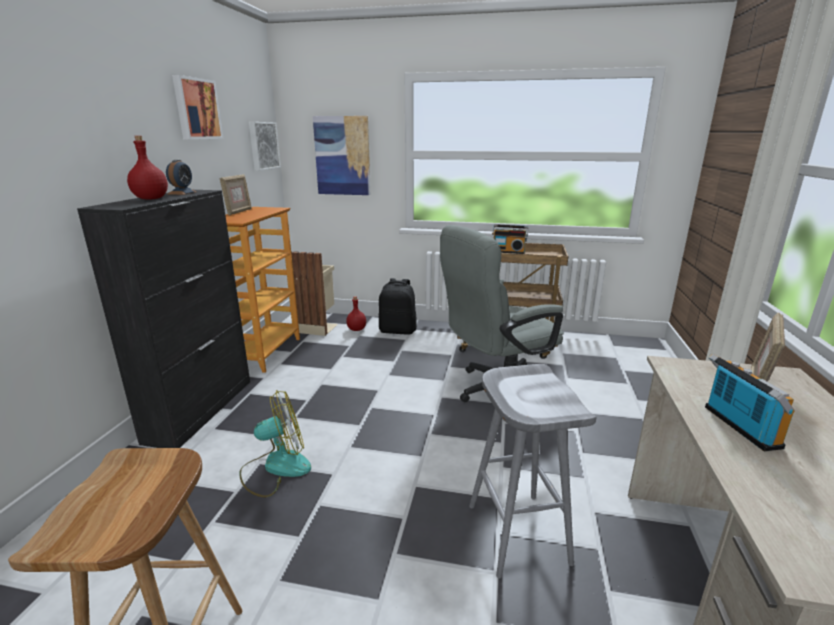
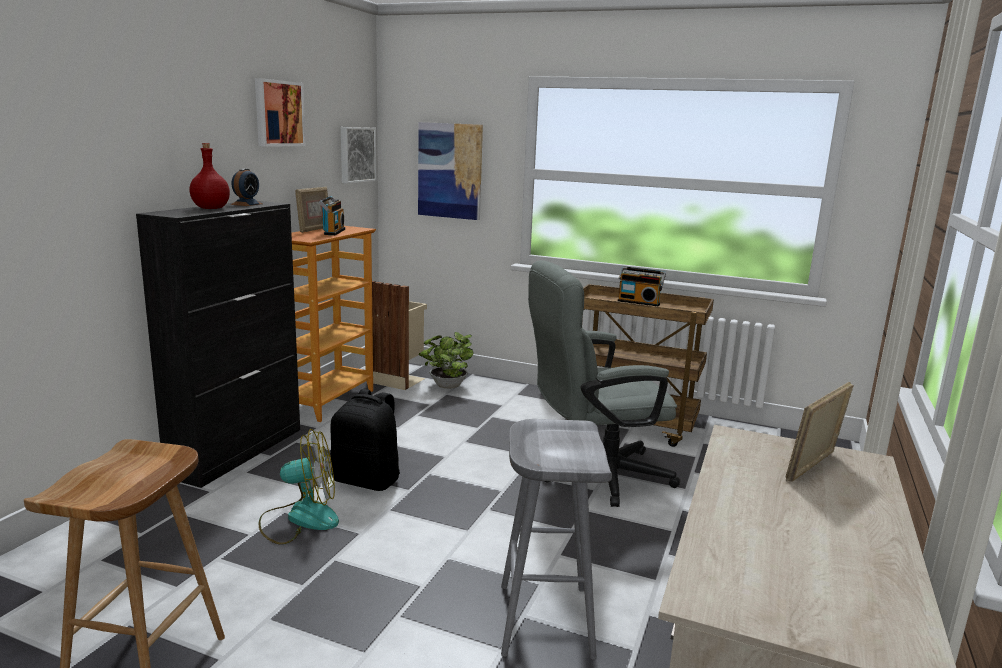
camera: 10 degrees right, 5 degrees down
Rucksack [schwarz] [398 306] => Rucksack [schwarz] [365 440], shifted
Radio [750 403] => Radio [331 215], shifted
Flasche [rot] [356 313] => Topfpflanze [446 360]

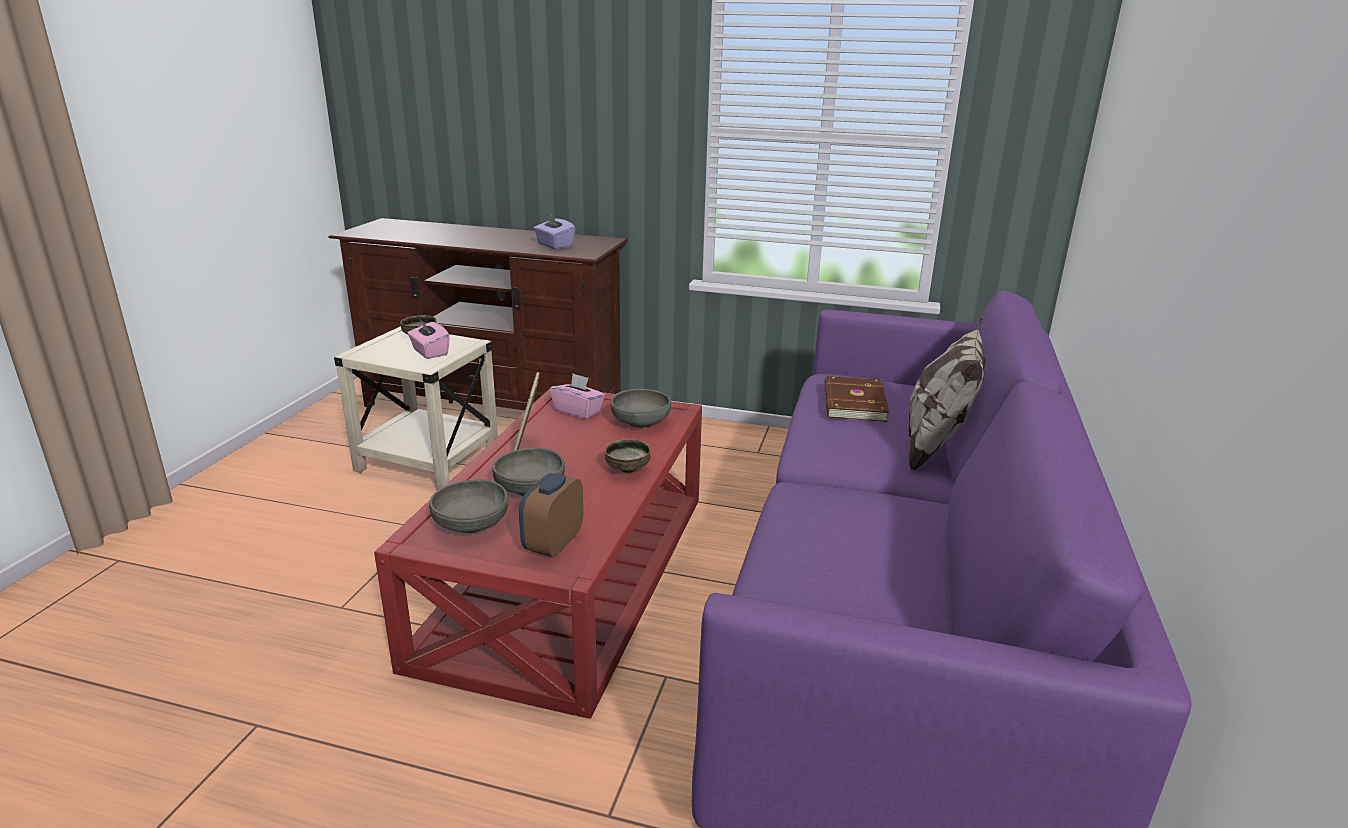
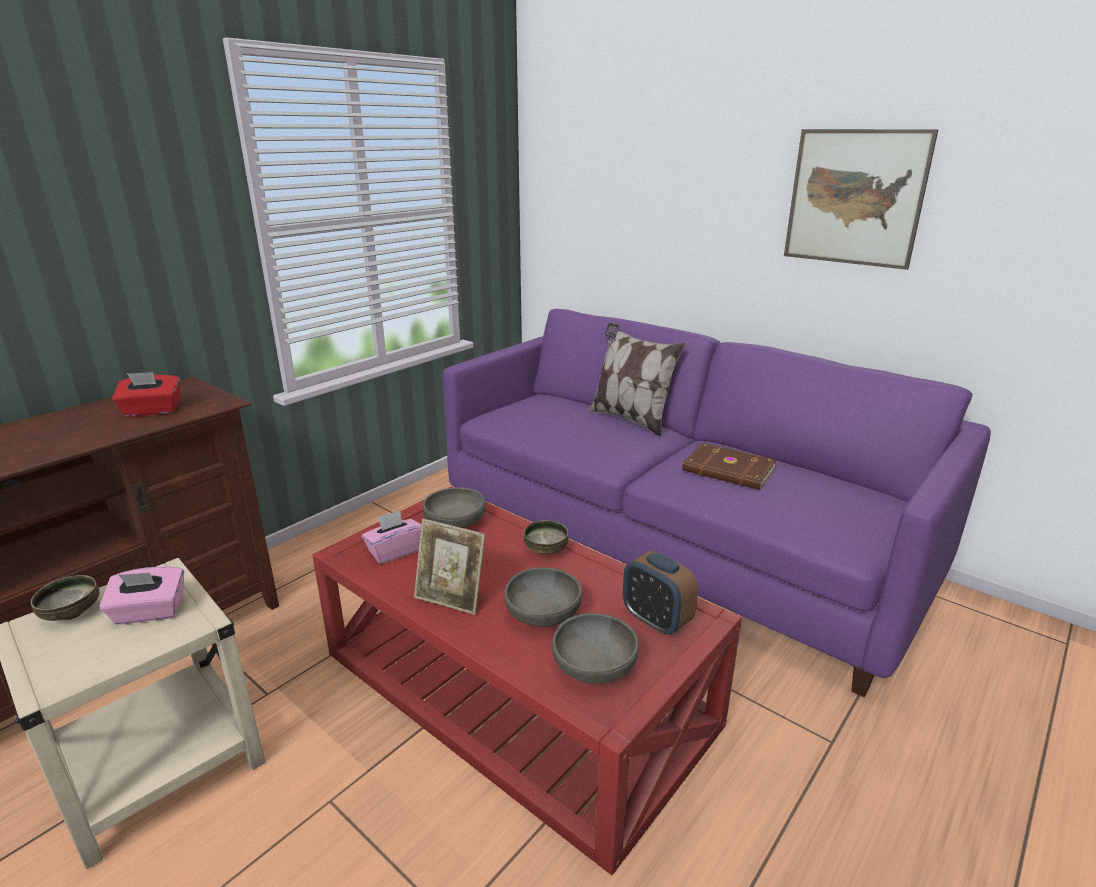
camera: 65 degrees left, 0 degrees up
nothing => Bild [861 199]
Buch [braun] [856 399] => Buch [braun] [729 466], shifted
Taschentuchbox [lila] [554 231] => Taschentuchbox [rot] [146 394]

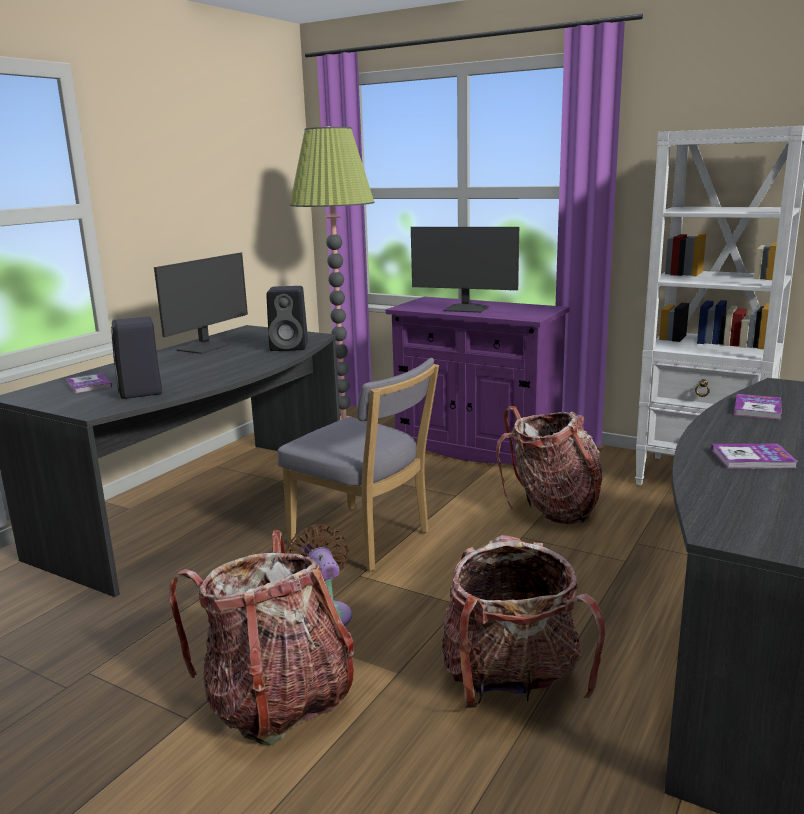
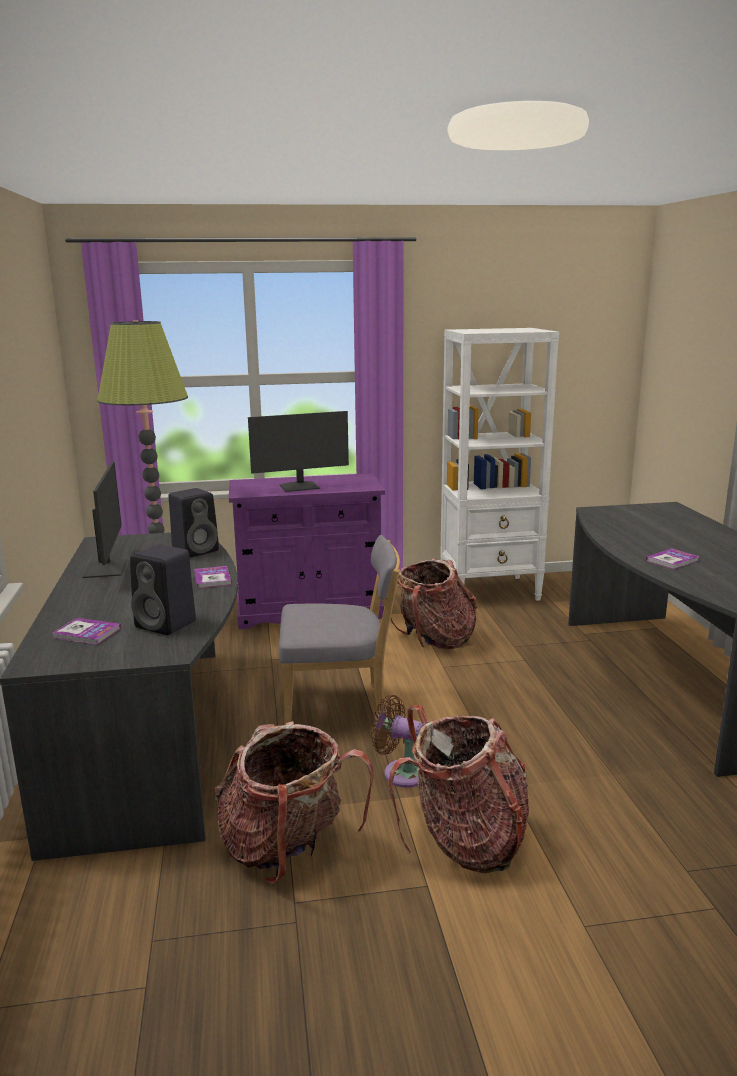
camera: 40 degrees left, 0 degrees up
Rucksack [523 621] => Rucksack [294 803], shifted
Buch [758 407] => Buch [212 577], shifted

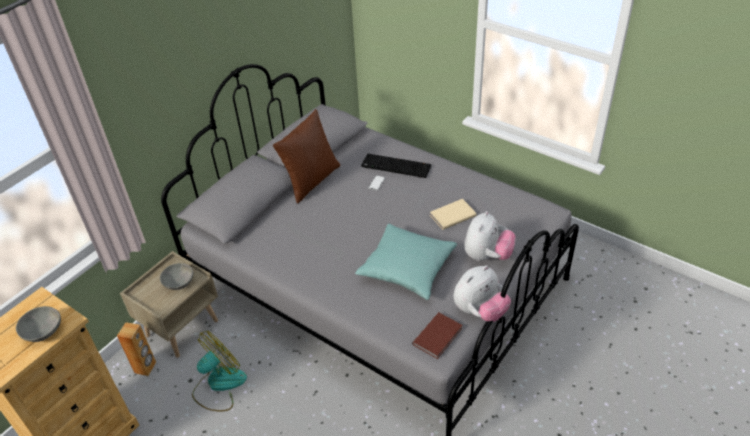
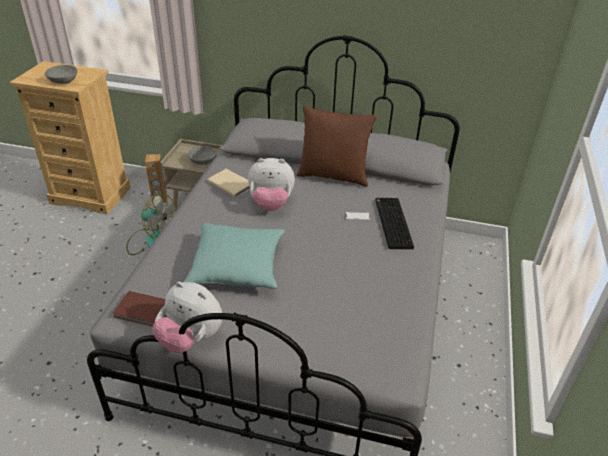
camera: 65 degrees right, 5 degrees down
Buch [beige] [453 214] => Buch [beige] [228 183], shifted
Plüschtier [490 236] => Plüschtier [271 184], shifted

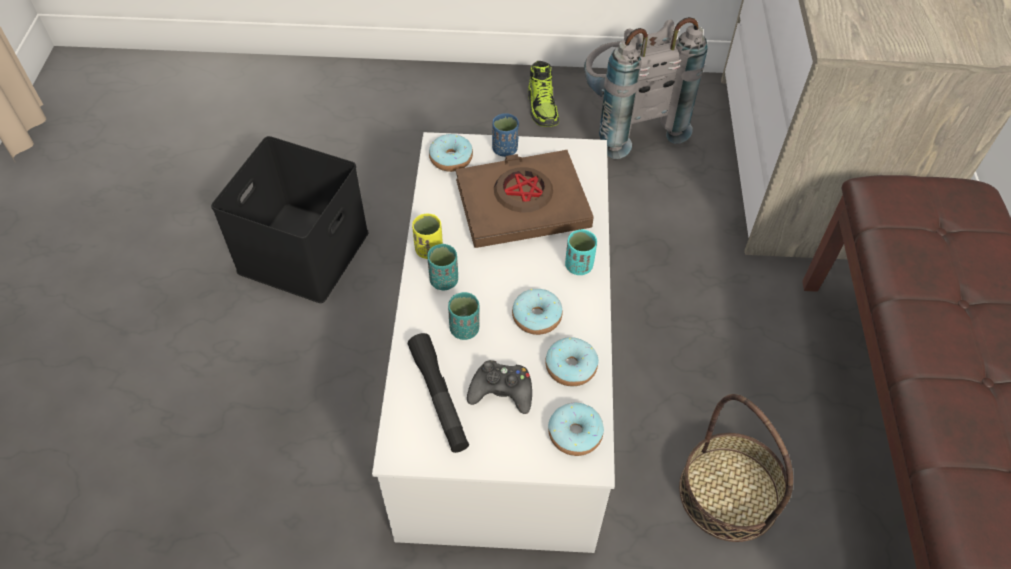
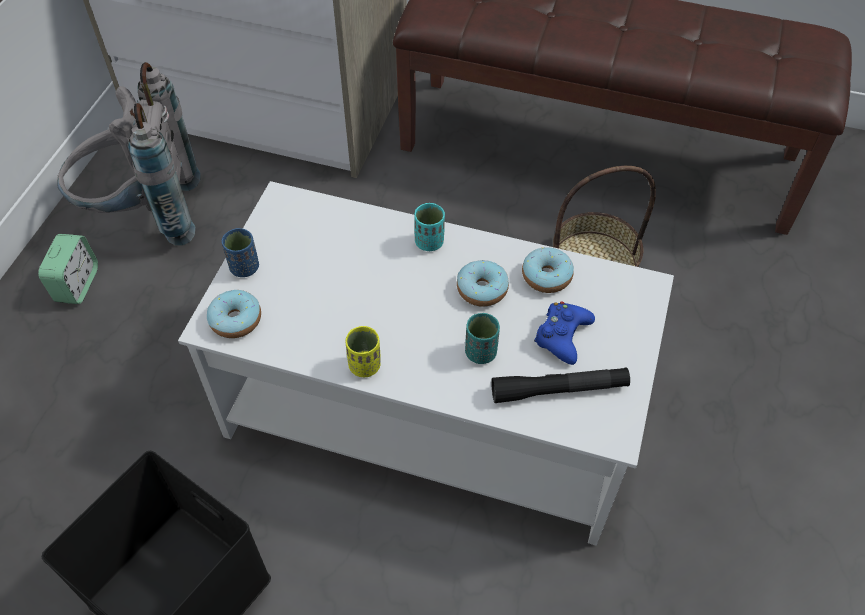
camera: 75 degrees left, 0 degrees up
Tasse [türkis] [442 267] => nothing
Buch [braun] [525 199] => nothing
Donut [576 429] => nothing
Schuh [543 94] => Wecker [68 269]
Gamepad [schwarz] [499 387] => Gamepad [blau] [564 333]

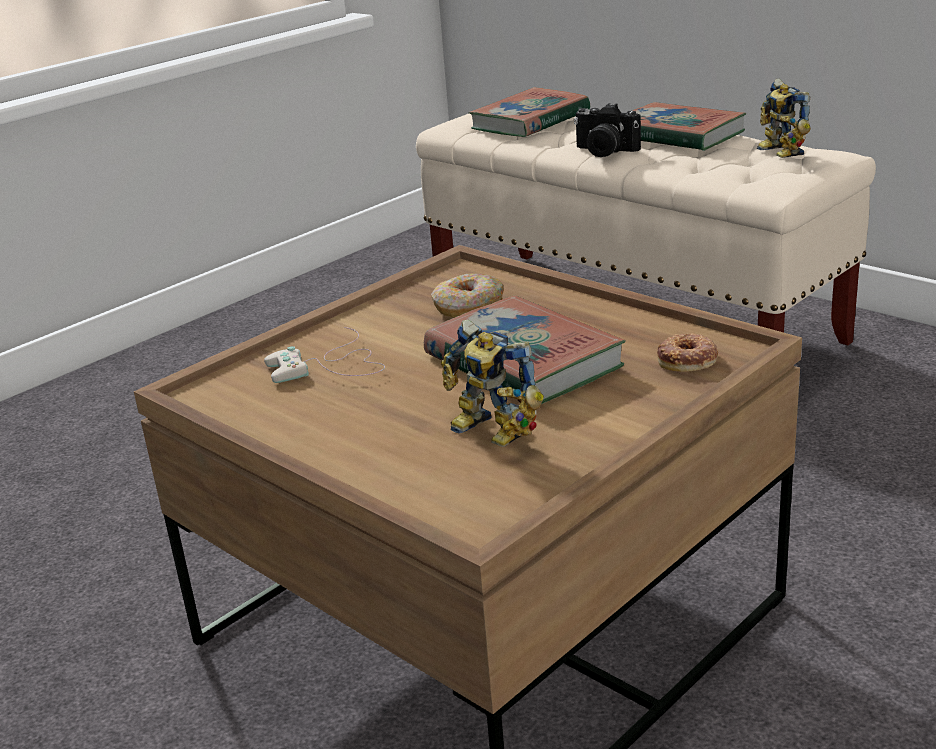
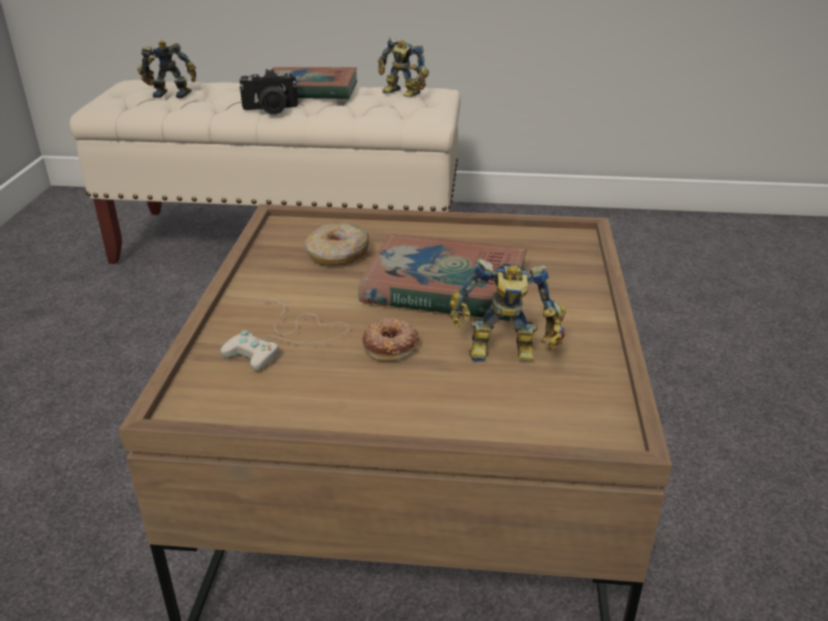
camera: 40 degrees left, 5 degrees up
Donut [687 352] => Donut [391 340], shifted
Buch [529 112] => Spielzeugroboter [166 69]

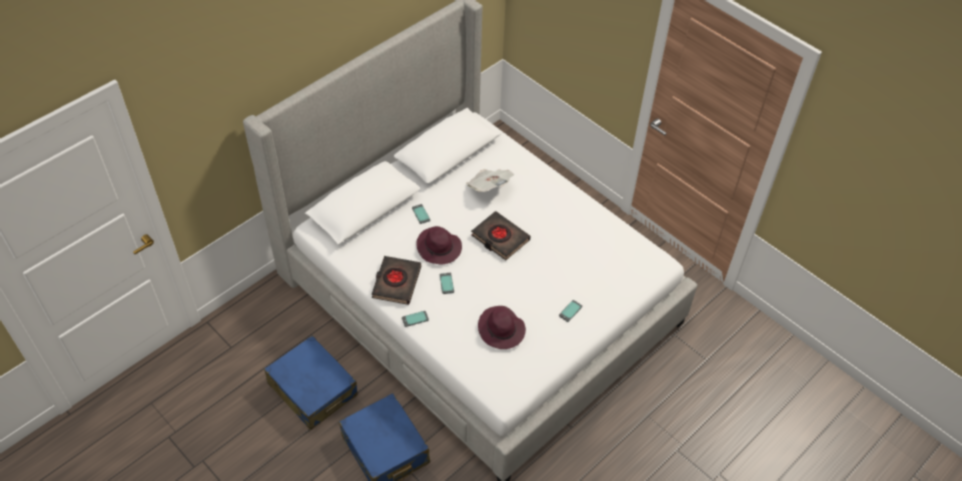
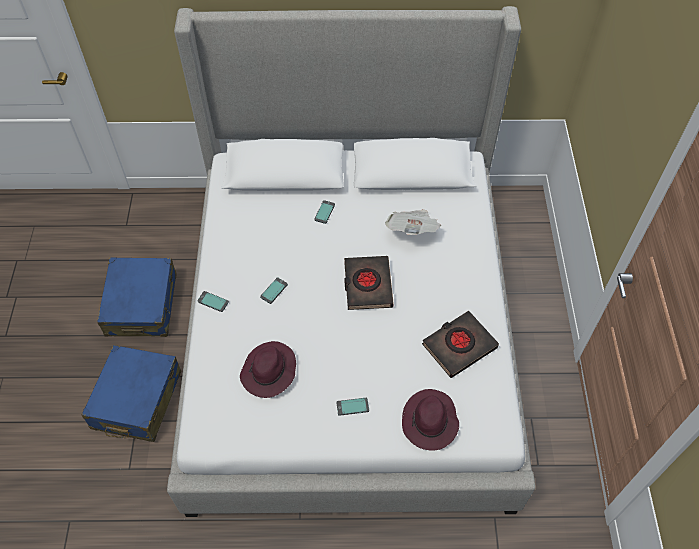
camera: 45 degrees right, 5 degrees up
Buch [schwarz] [396 280] => Buch [schwarz] [460 344], shifted
Hut [lila] [439 245] => Hut [lila] [430 420], shifted

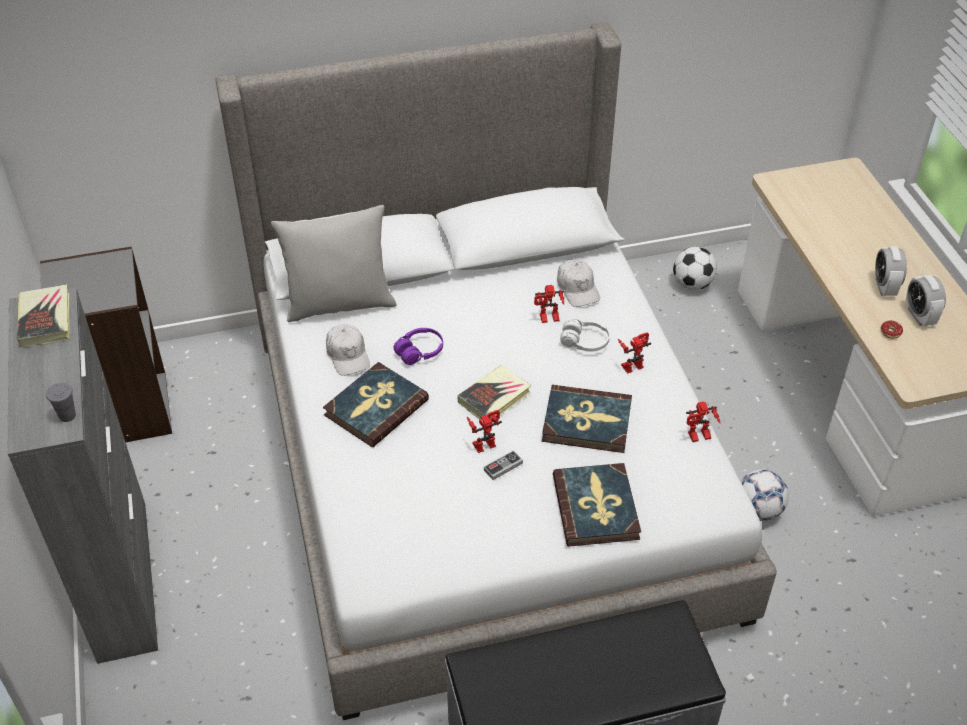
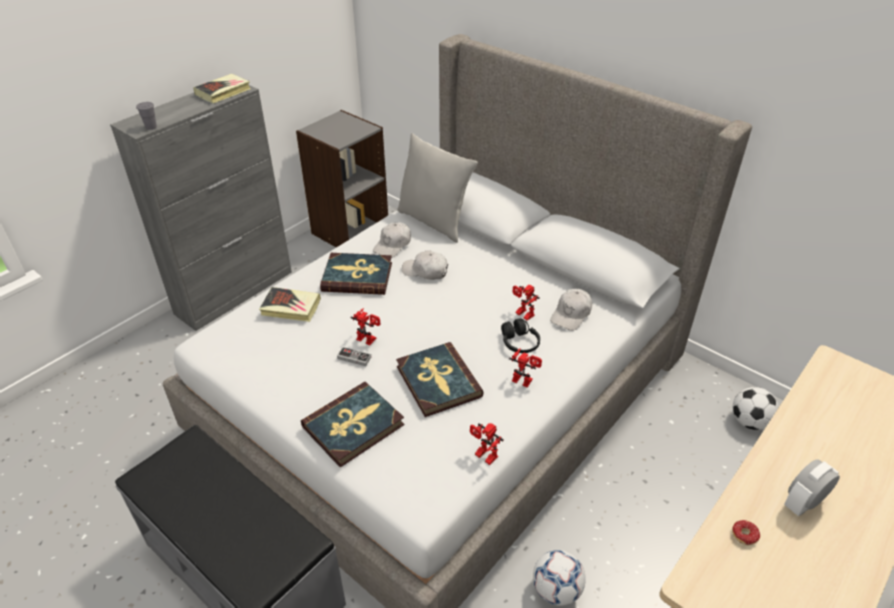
camera: 55 degrees right, 5 degrees down
Wecker [926 300] => nothing
Buch [494 393] => Buch [290 304], shifted
Kopfhörer [lila] [418 346] => Kappe [weiß] [425 265]
Kopfhörer [weiß] [585 335] => Kopfhörer [schwarz] [520 335]

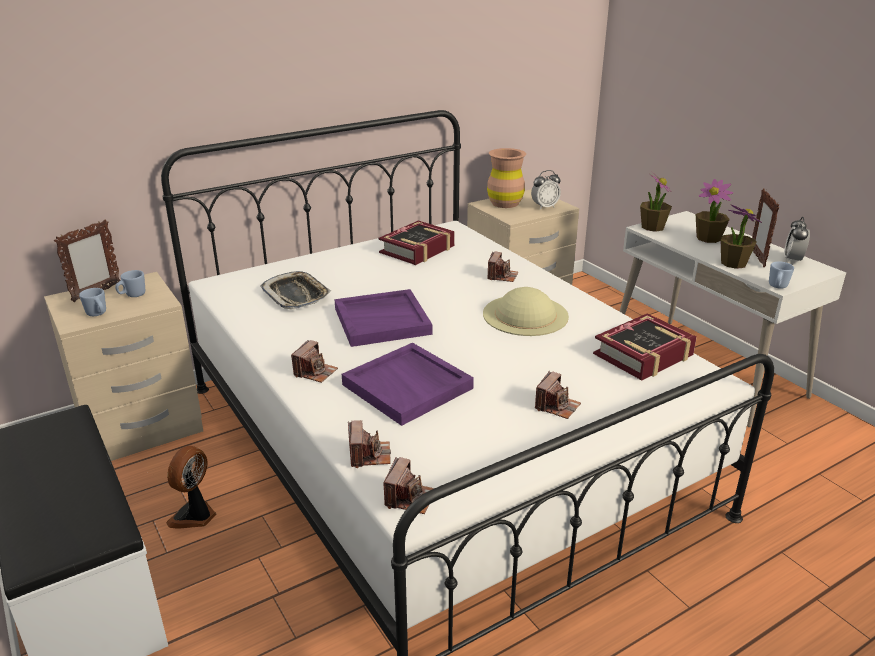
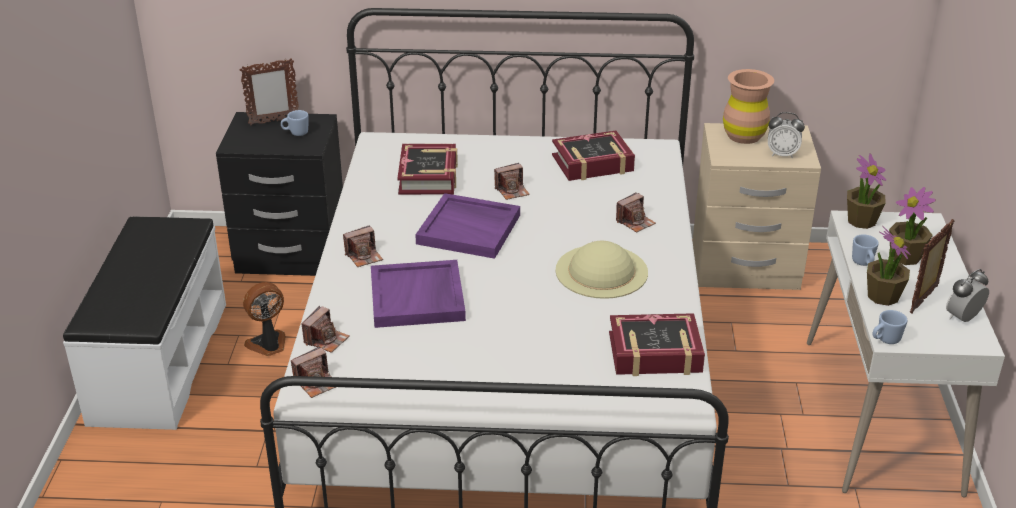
camera: 35 degrees right, 5 degrees up
Henkelbecher [blau] [92 302] => Henkelbecher [blau] [865 250], shifted
Kamera [558 395] => Kamera [512 181], shifted
Tablett [296 290] => Buch [427 169]
Nachttisch [beige] [123 366] => Nachttisch [schwarz] [279 194]

